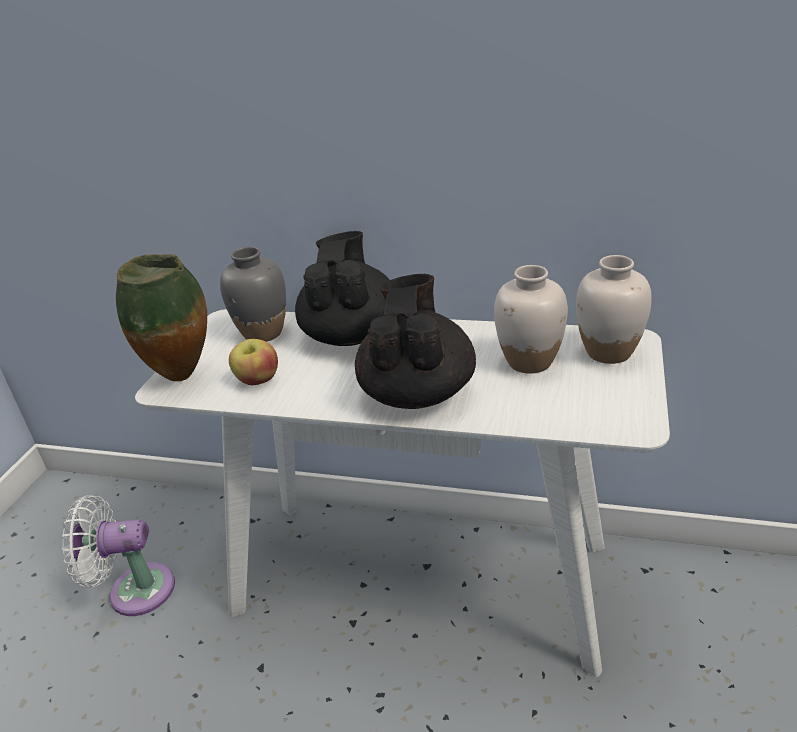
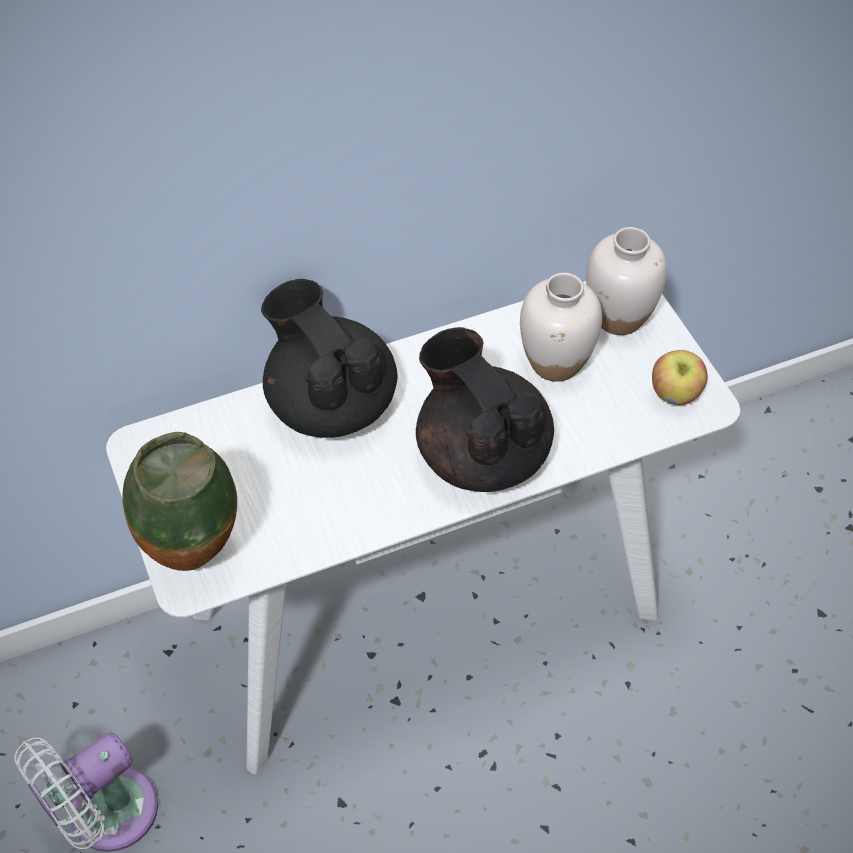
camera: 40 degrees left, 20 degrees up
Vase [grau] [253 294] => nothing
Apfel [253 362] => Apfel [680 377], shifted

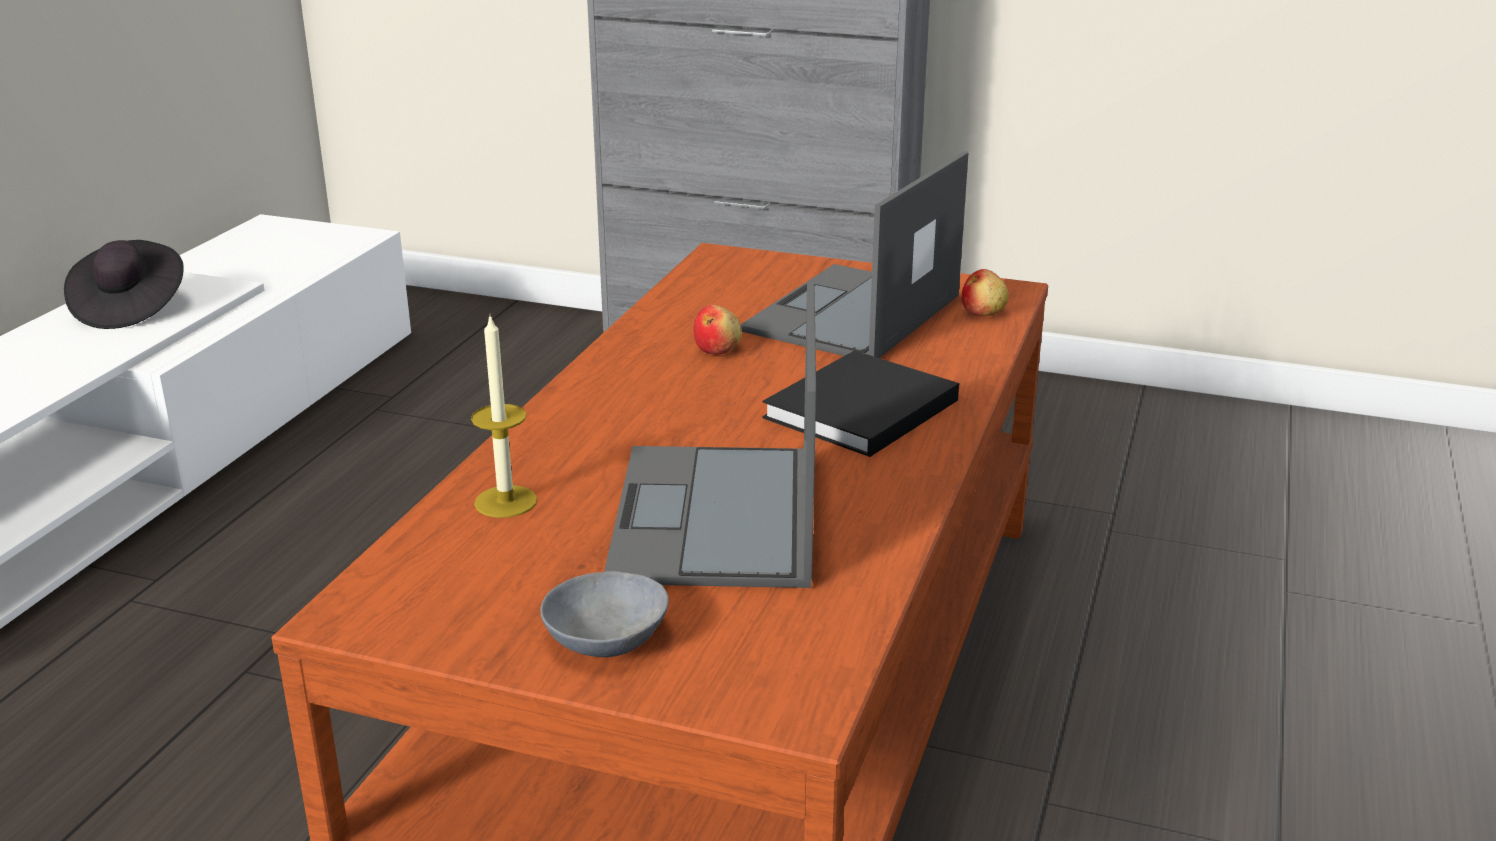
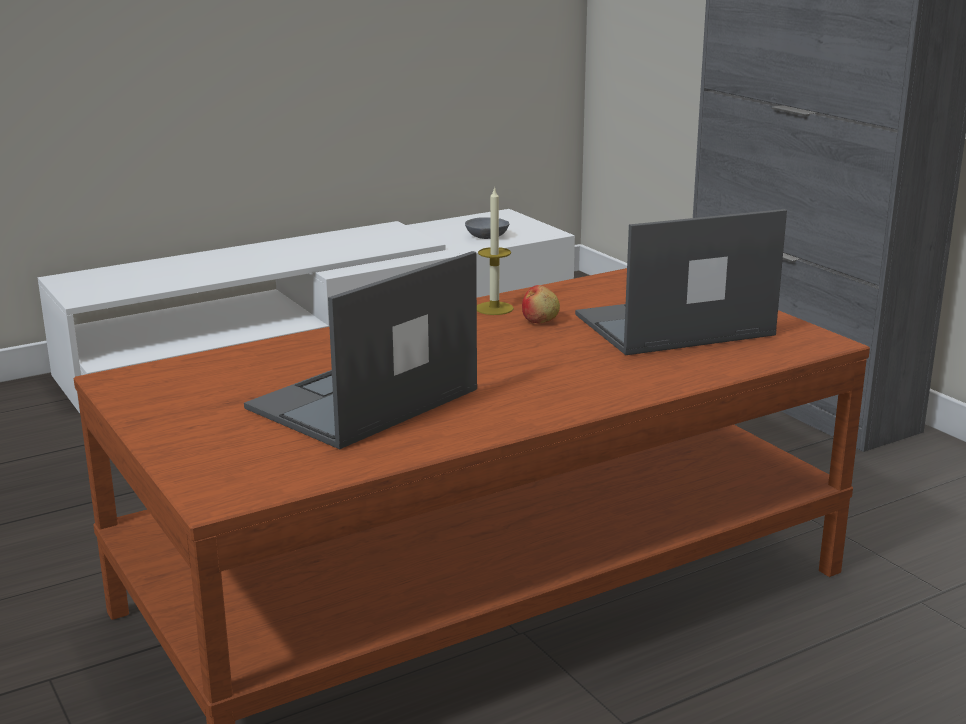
camera: 40 degrees right, 5 degrees down
Hut [schwarz] [124 284] => nothing
Buch [schwarz] [860 403] => nothing
Apfel [985 292] => nothing
Kerze [504 416] => Kerze [495 250], shifted
Schüssel [grau] [604 614] => Schüssel [grau] [487 228], shifted

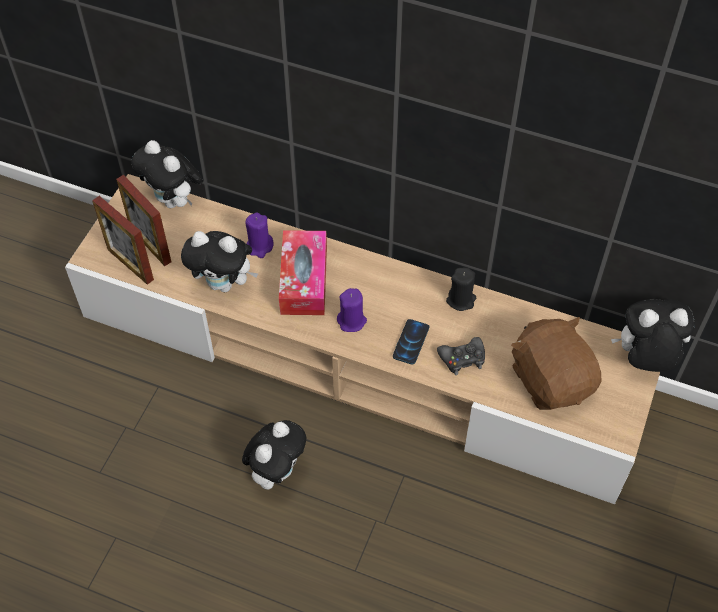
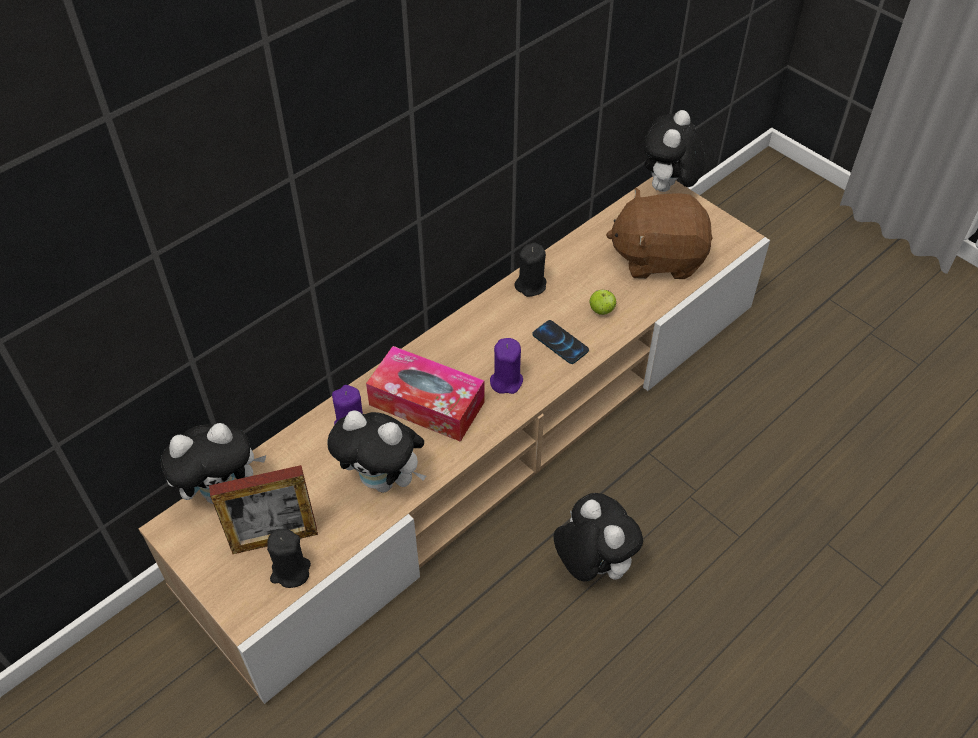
camera: 65 degrees left, 5 degrees down
Bilderrahmen [123 240] => Kerze [schwarz] [289 558]
Gamepad [schwarz] [461 356] => Apfel [603 302]
Plüschtier [219 261] => Plüschtier [376 451], 75 degrees clockwise

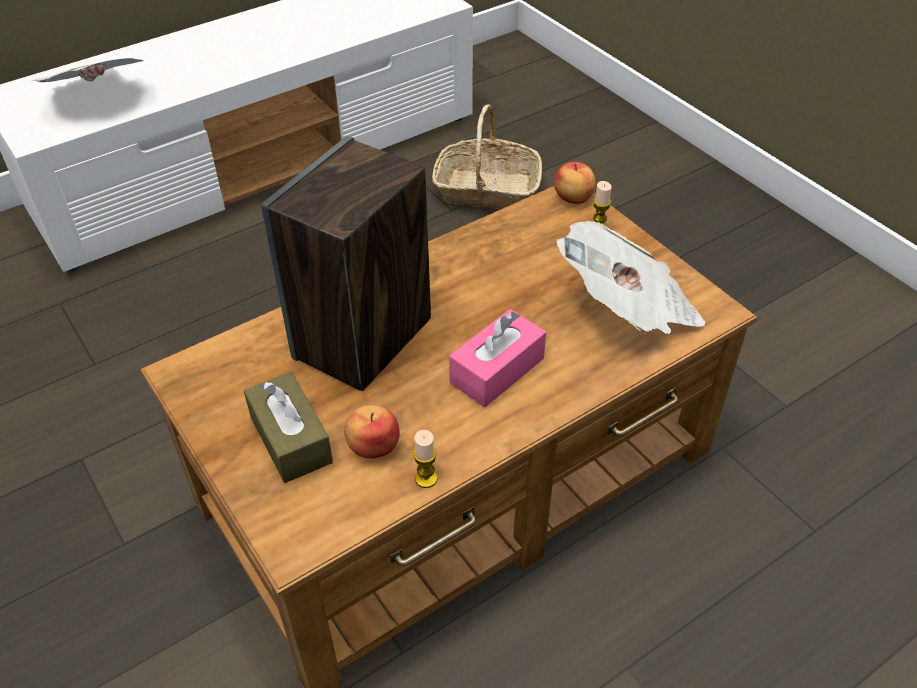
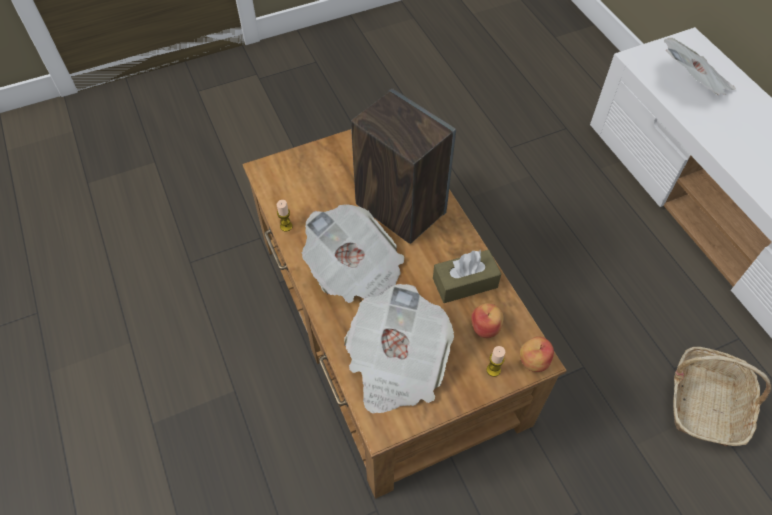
camera: 100 degrees right, 10 degrees up
Taschentuchbox [braun] [288 427] => Taschentuchbox [braun] [467 276], shifted
Apfel [372 431] => Apfel [487 320], shifted
Taschentuchbox [rosa] [497 358] => Zeitung [353 253]

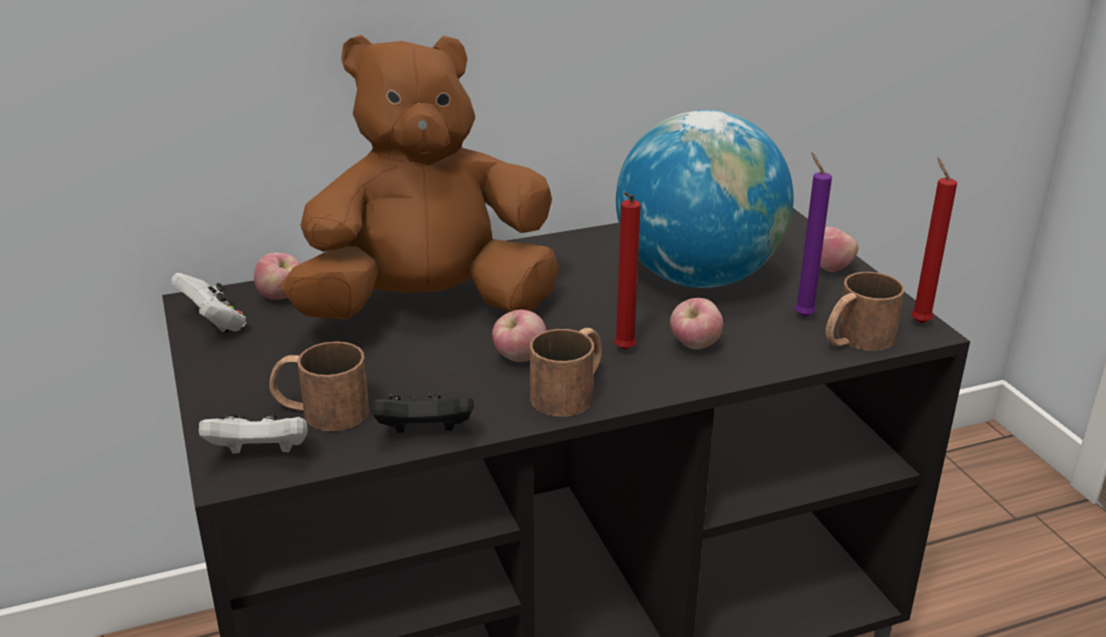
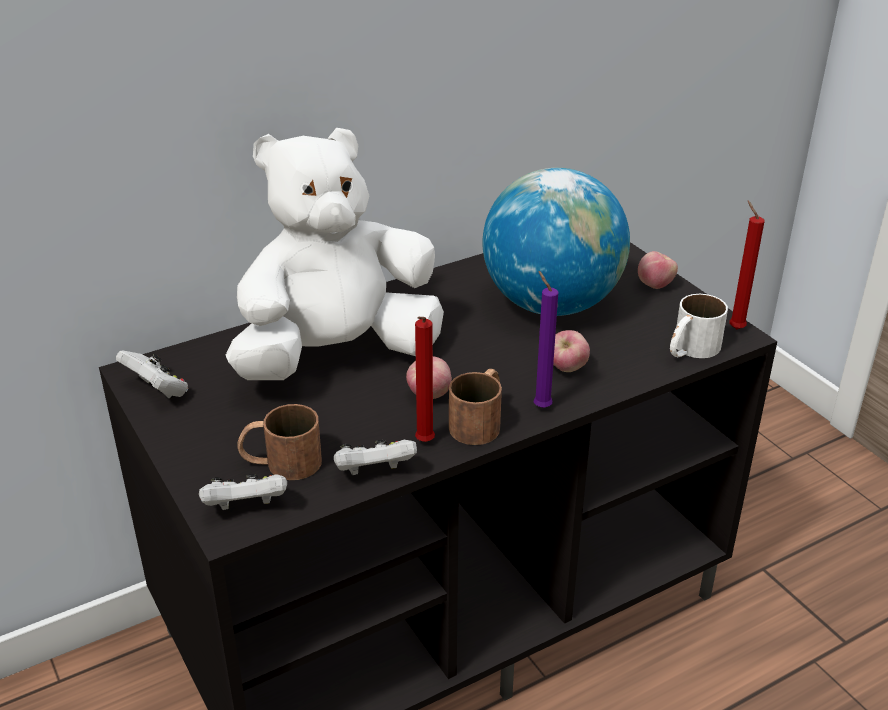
camera: 10 degrees left, 5 degrees up
Apfel [277 276] => nothing
Kerze [rot] [627 271] => Kerze [rot] [425 379], shifted
Kerze [lila] [813 234] => Kerze [lila] [546 339], shifted
Plüschtier [braun] [420 177] => Plüschtier [weiß] [335 254]
Gamepad [schwarz] [422 413] => Gamepad [weiß] [375 457]
Henkelbecher [braun] [865 311] => Henkelbecher [weiß] [699 326]

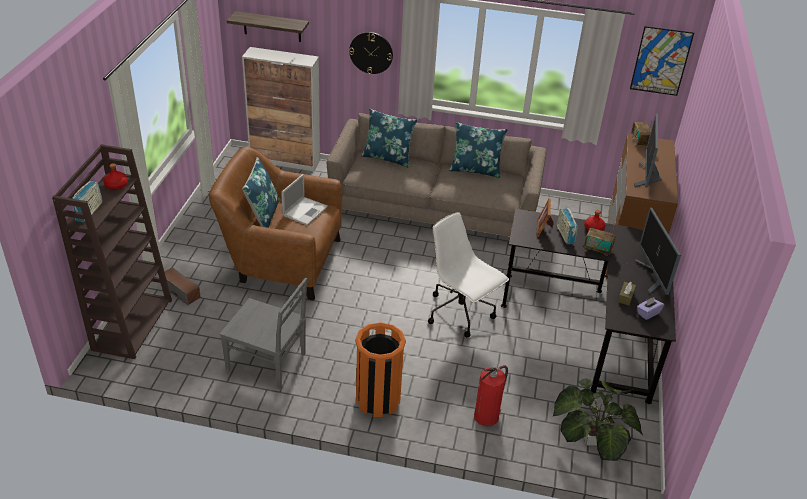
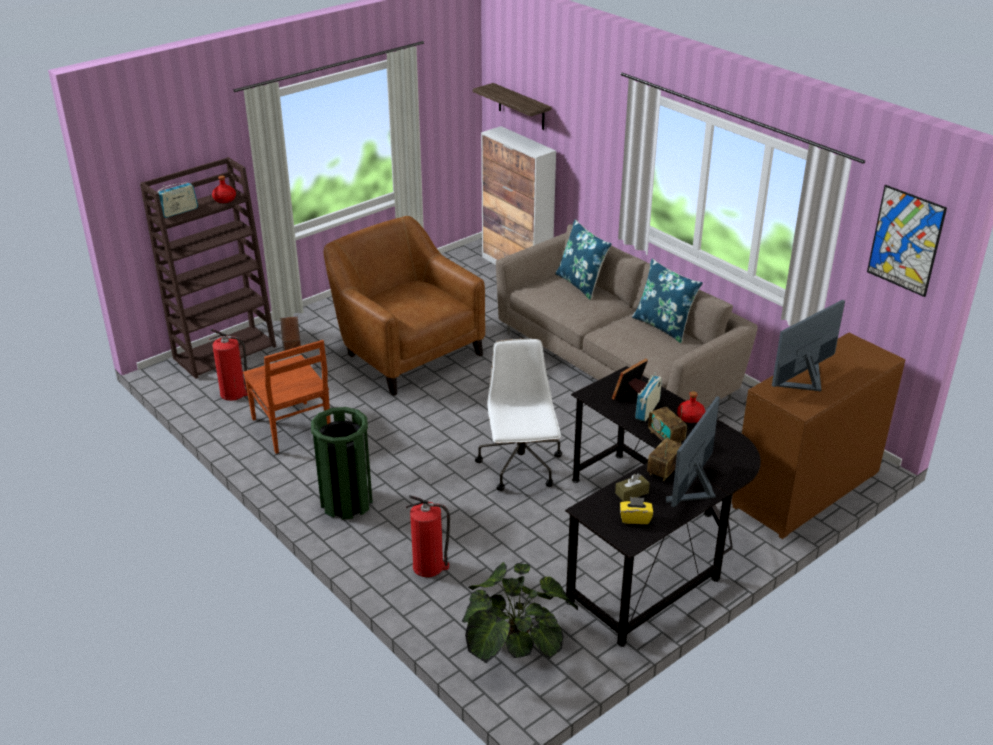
camera: 40 degrees right, 5 degrees down
Kissen [blau] [261 192] => nothing
Laptop [304 199] => nothing
Wanduhr [371 53] => nothing
nothing => Feuerlöscher [228 365]
Radio [641 134] => Radio [664 459], shifted
Stuhl [grau] [263 334] => Stuhl [braun] [287 397]
Mülleimer [orange] [380 369] => Mülleimer [grün] [342 463]
Taschentuchbox [lila] [650 308] => Taschentuchbox [gelb] [636 510]

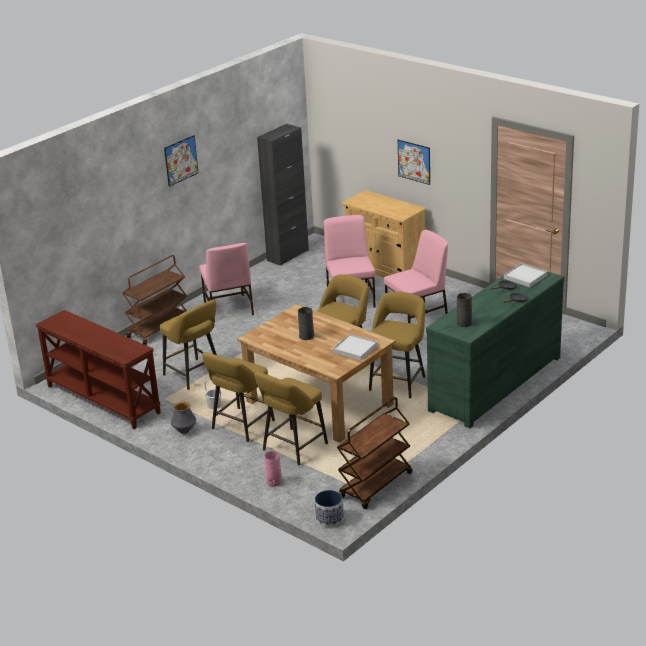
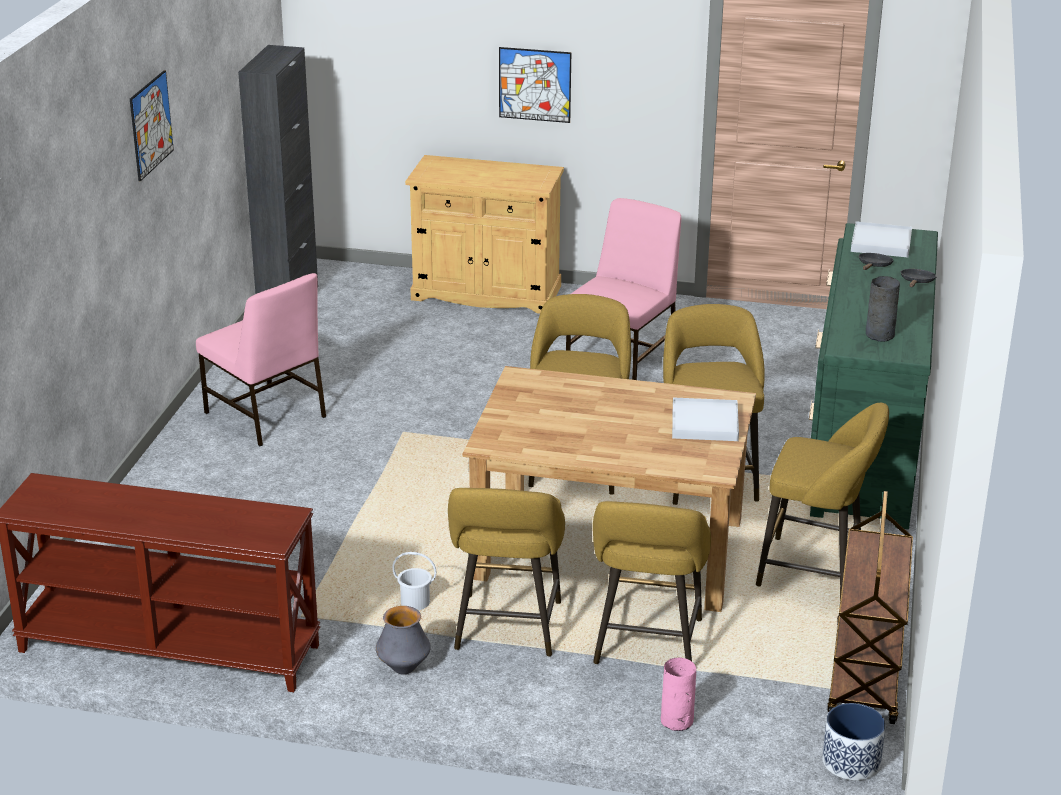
camera: 30 degrees left, 0 degrees up
Rollwagen [braun] [154 300] => nothing
Vase [grau] [306 323] => nothing
Stuhl [rosa] [349 261] => nothing
Hocker [gelb] [188 345] => Hocker [gelb] [822 501], shifted

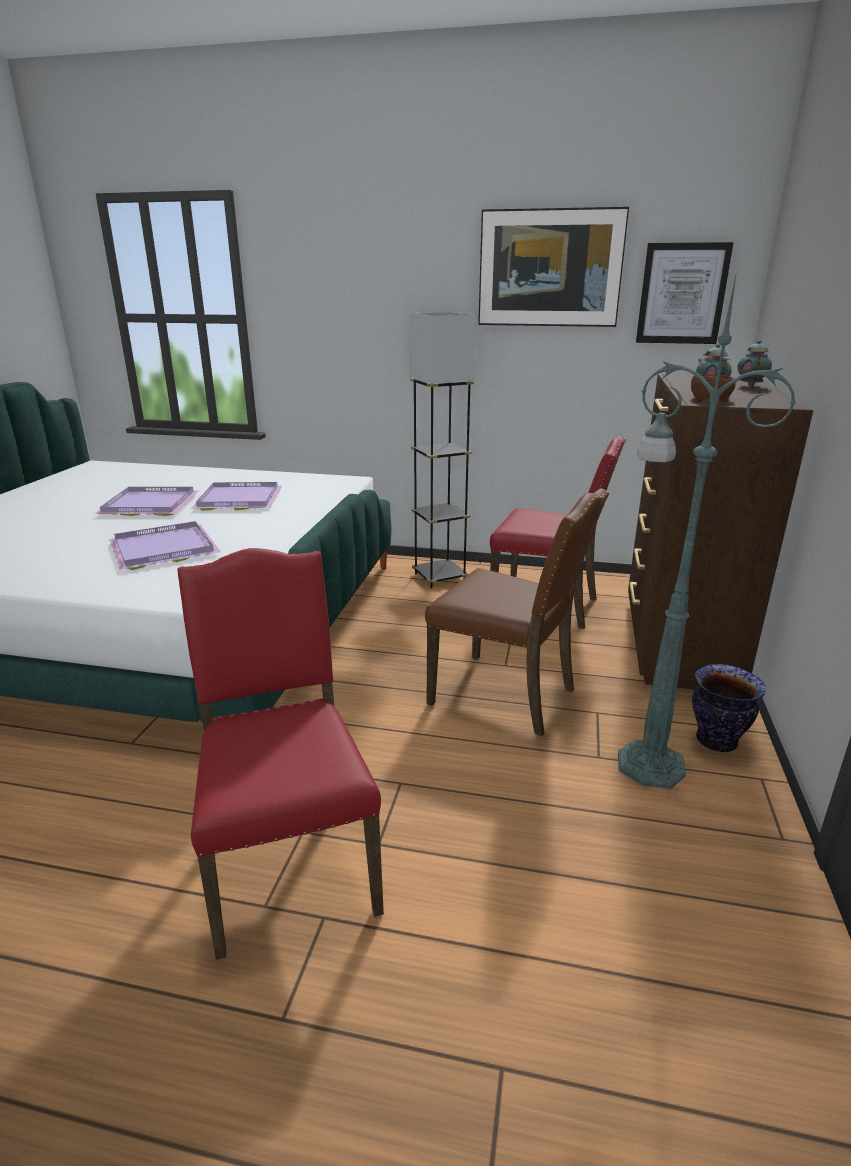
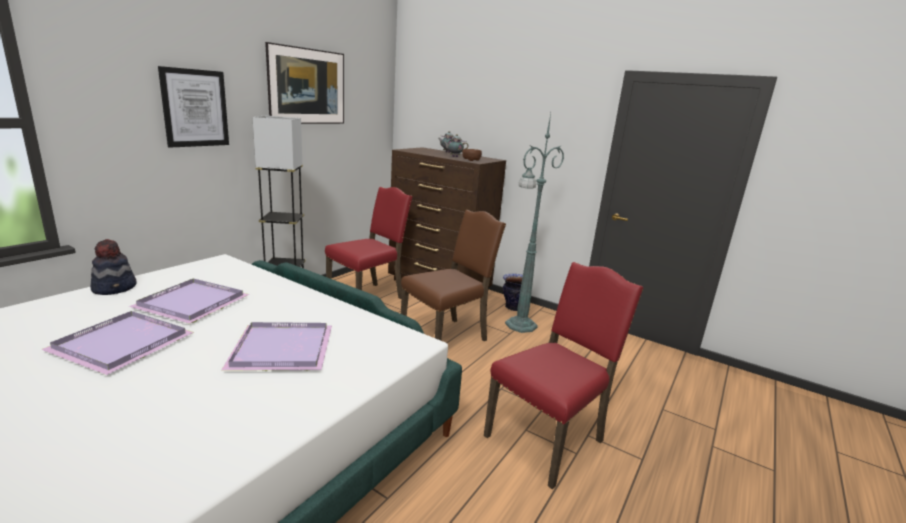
camera: 70 degrees left, 5 degrees down
nothing => Hut [114 267]
Bild [685 293] => Bild [193 107], shifted
Stuhl [rot] [280 754] => Stuhl [rot] [563 375], 135 degrees clockwise

